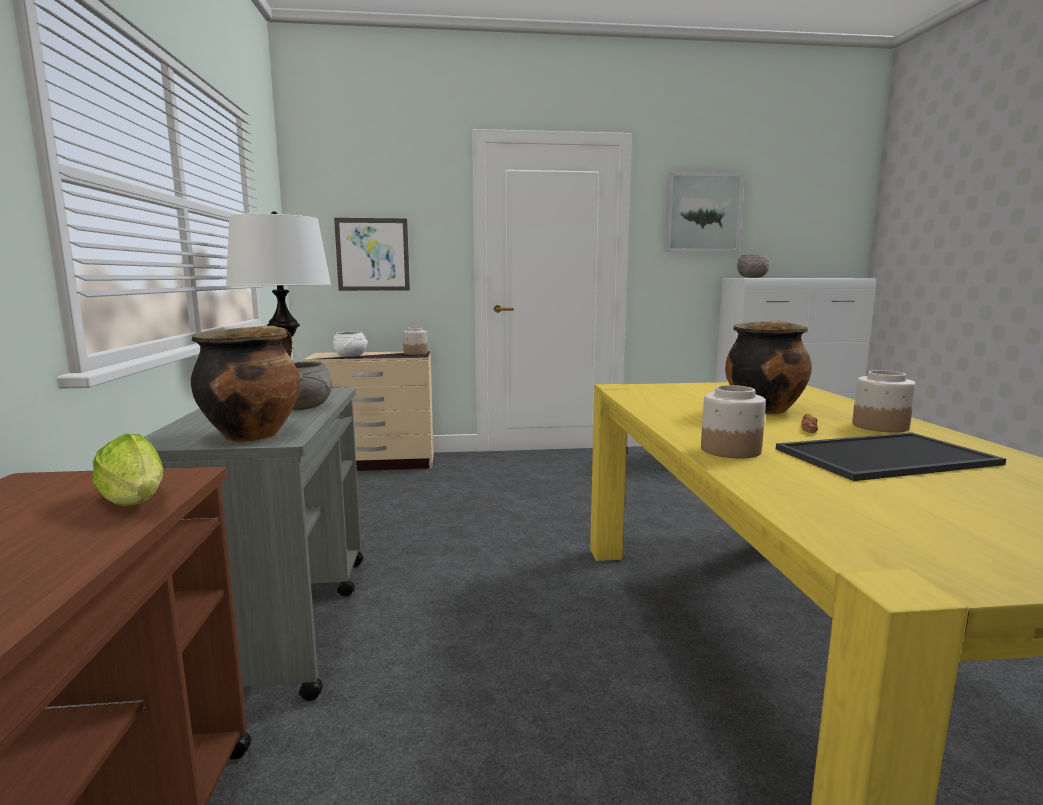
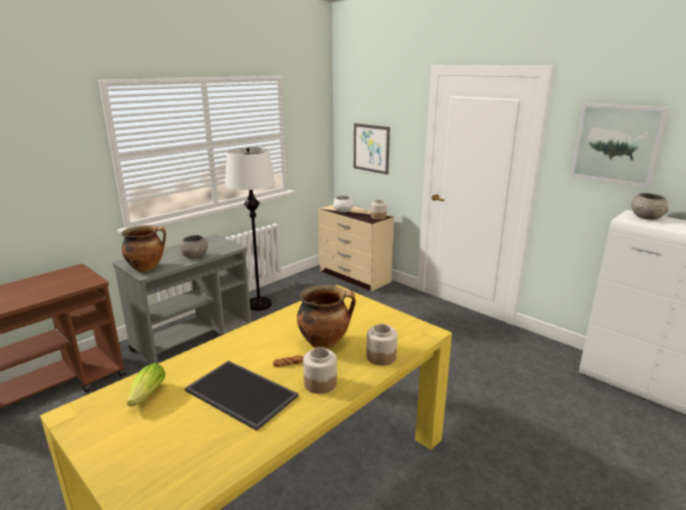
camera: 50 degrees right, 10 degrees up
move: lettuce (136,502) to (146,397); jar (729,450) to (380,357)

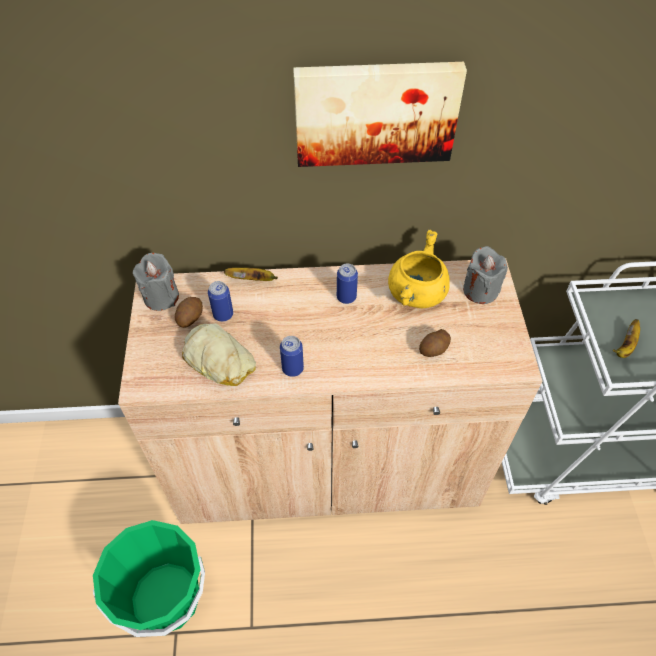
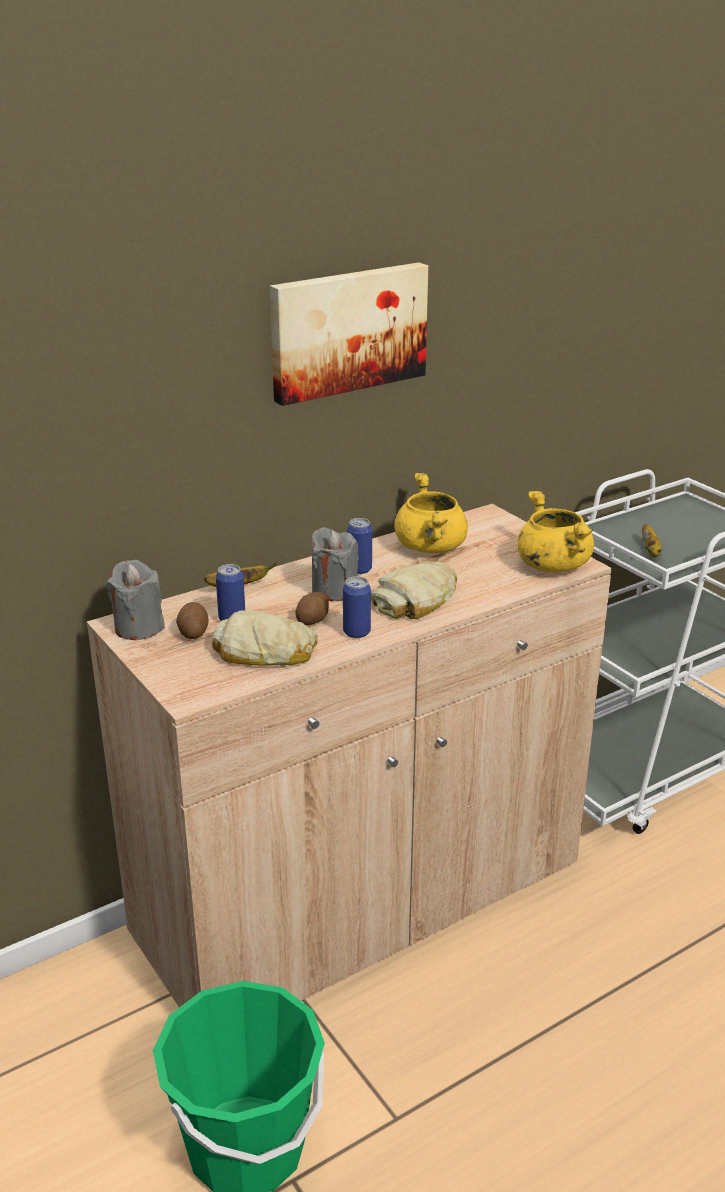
camera: 30 degrees left, 25 degrees down
insert: bread (417,600); yellow cooking pot (551,565)
move: potato (434,349) to (313,620); grey candle (480,290) to (334,590)

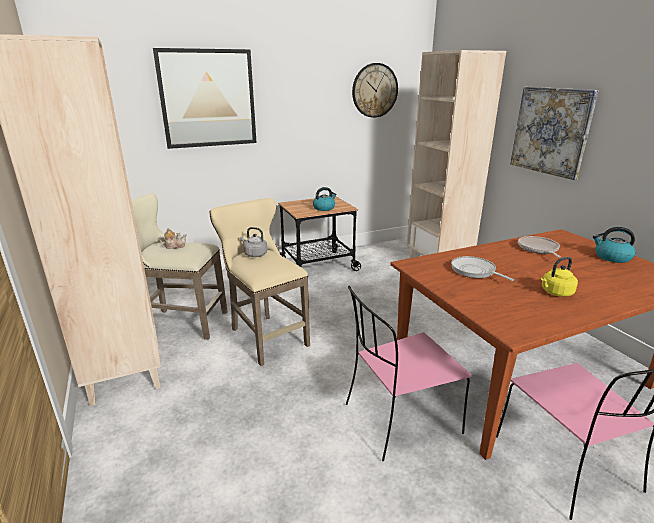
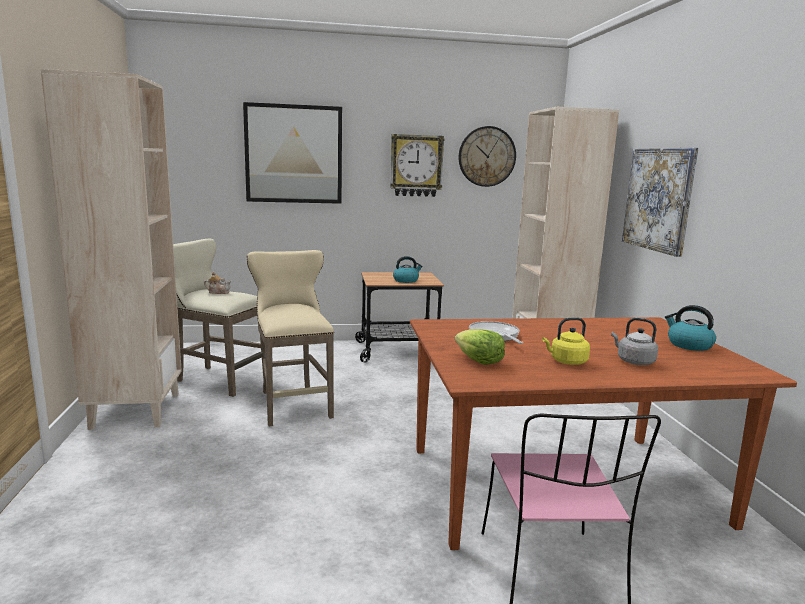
camera: 15 degrees right, 10 degrees down
delete: pink chair (399,419); frying pan (538,249)
insert: wall clock (416,165); lettuce (478,361)
move: grey kettle (254,254) to (633,361)

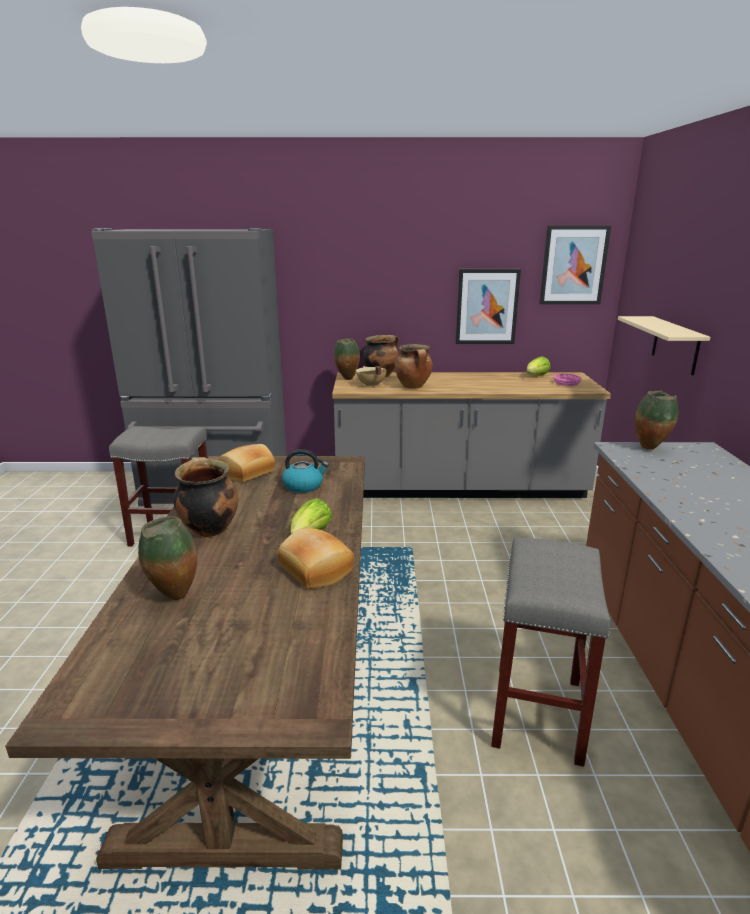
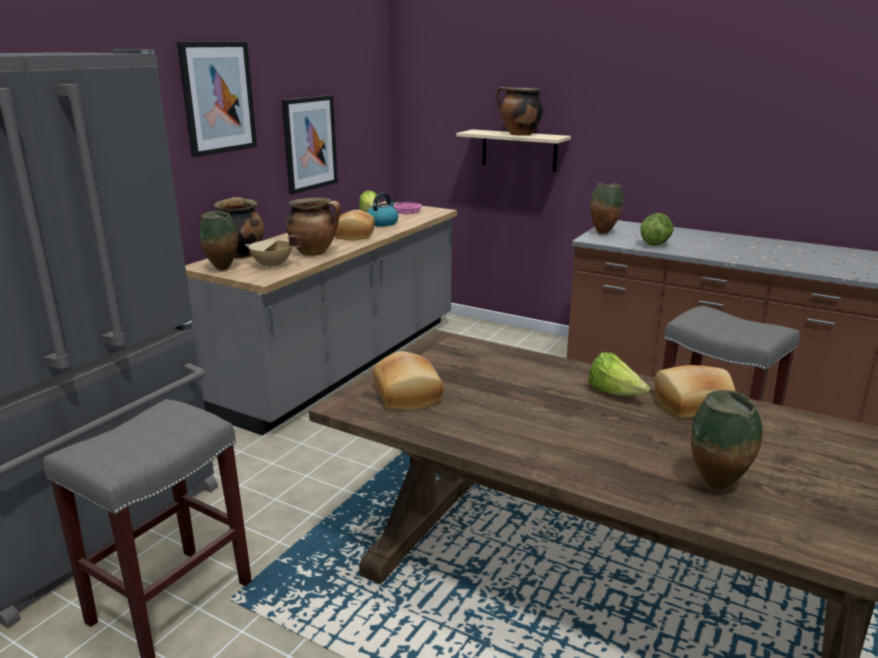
camera: 60 degrees left, 0 degrees up
insert: bread (353,235); lettuce (654,244)
move: cooking pot (209,528) to (519,134); kettle (304,485) to (382,223); picture (573,265) to (218,98)

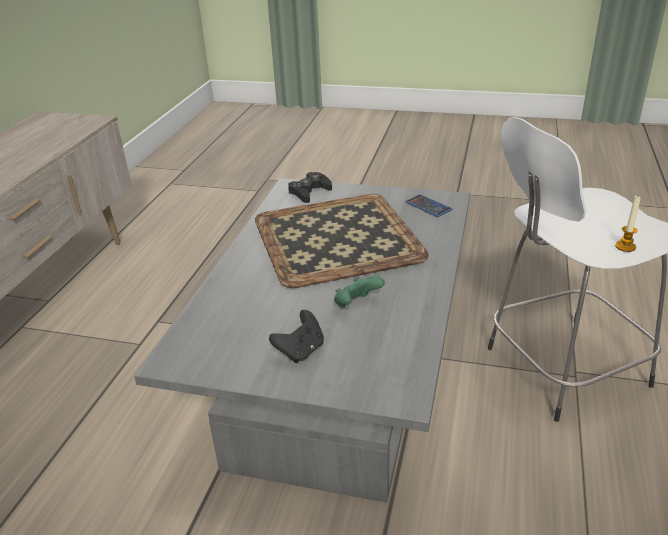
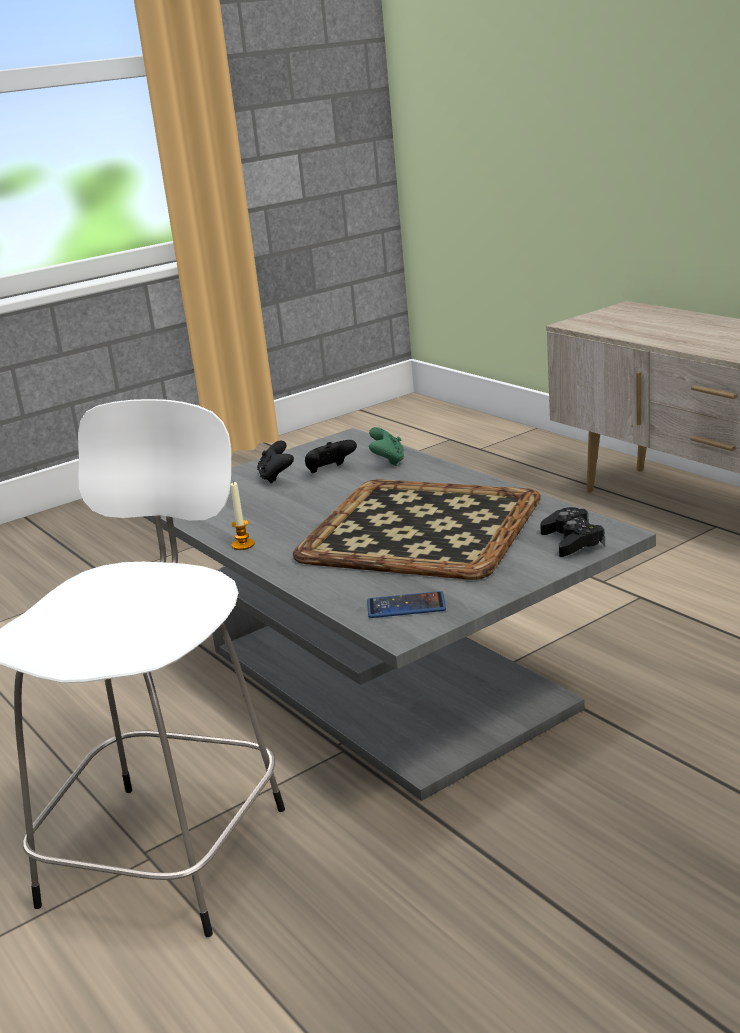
camera: 130 degrees right, 10 degrees down
insert: black game controller (329,471)
move: green game controller (356,305) to (388,461); candle (625,246) to (243,545)

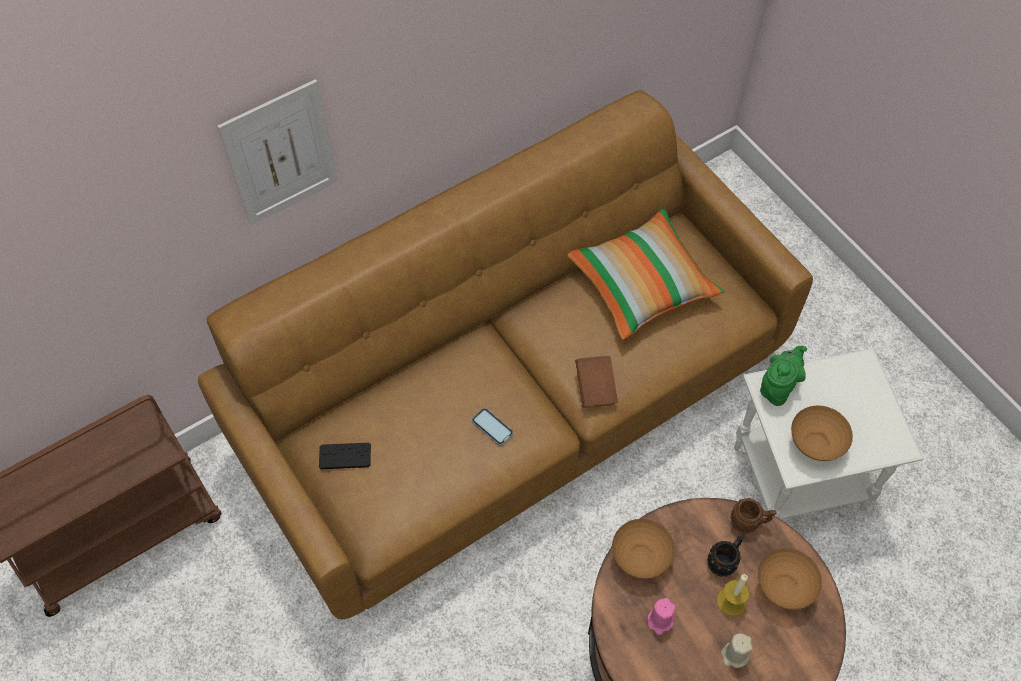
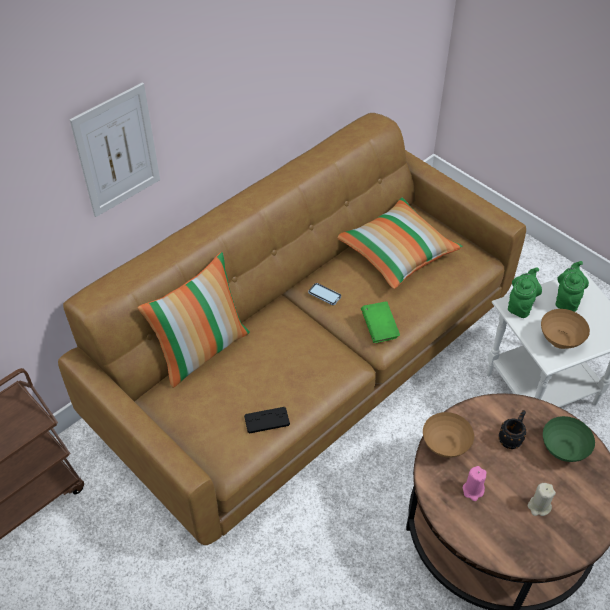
camera: 10 degrees left, 10 degrees down
delete: candle (731,601); brown mug (749,523)
insert: pillow (201,350); green teapot (567,300)
move: black game controller (345,456) to (267,420); phone (492,427) to (324,295)
recolor: brown book (595,388) to green book (379,329); brown bowl (783,587) to green bowl (562,450)

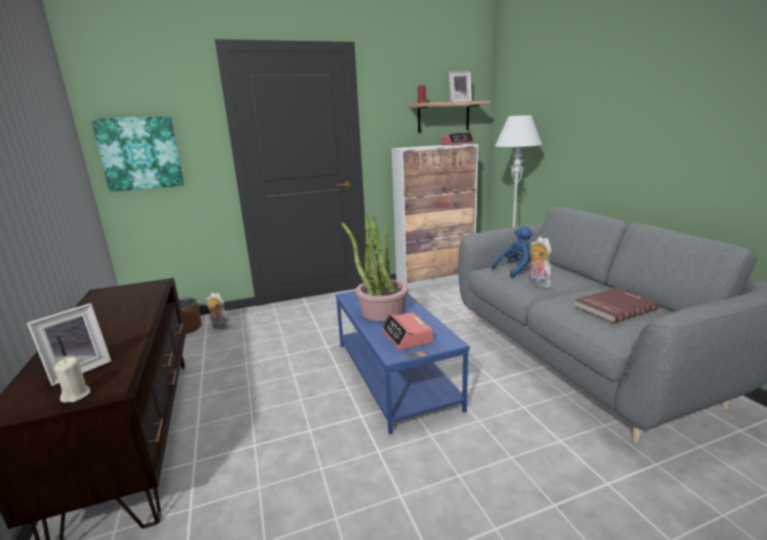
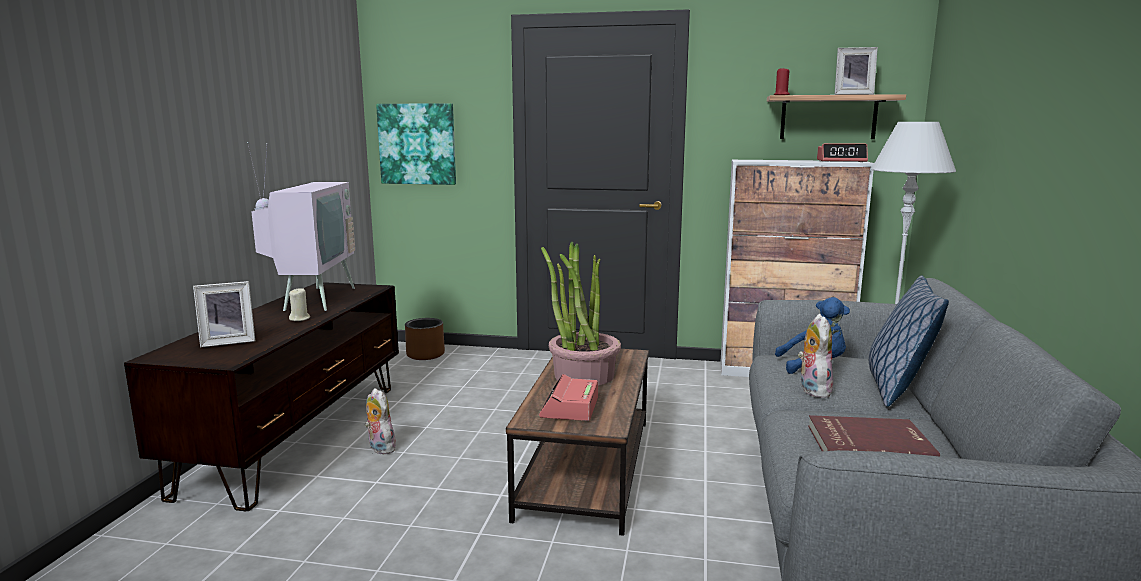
camera: 30 degrees right, 5 degrees down
insert: television (312,298); pillow (896,388)
move: beige candle (76,395) to (300,319); plush toy (220,327) to (379,448)
recolor: blue coffee table (395,374) to brown coffee table (587,467)

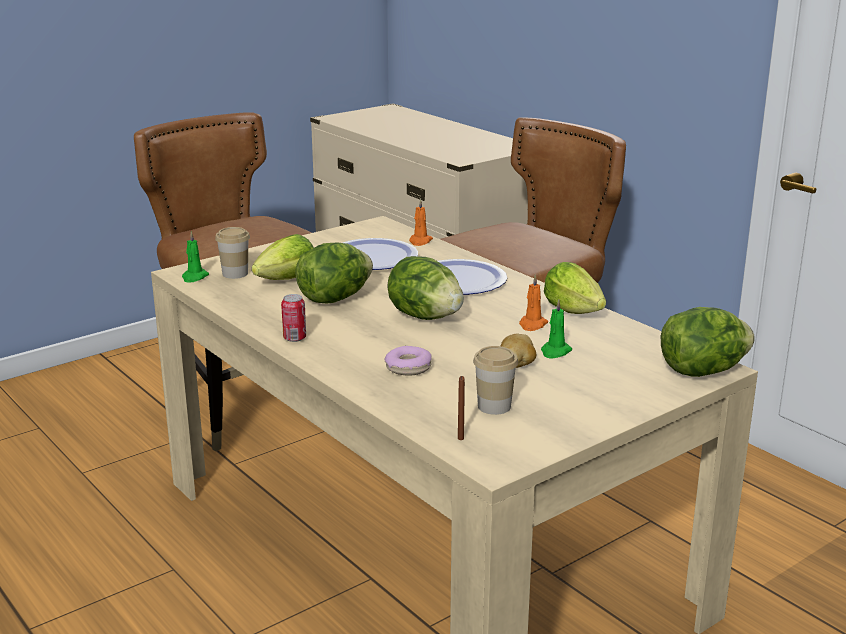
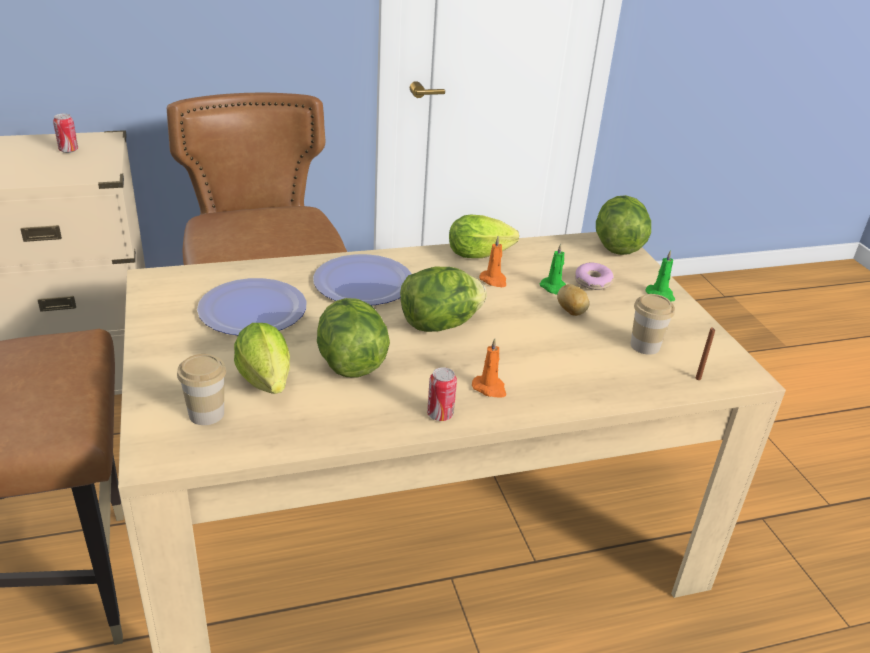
camera: 70 degrees left, 10 degrees up
insert: can (68,150)
move: green candle (194,277) to (660,295); donut (408,368) to (592,282); orange candle (420,241) to (490,388)

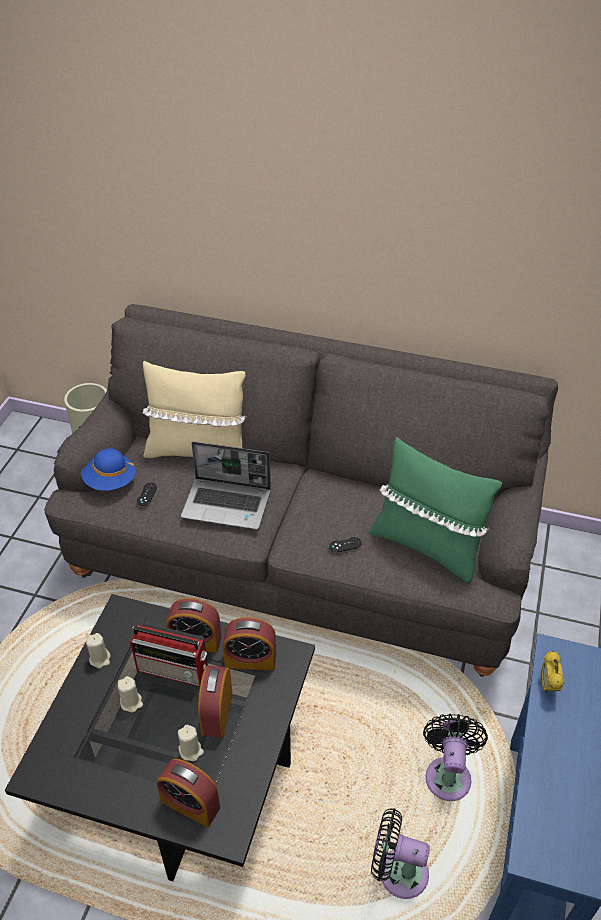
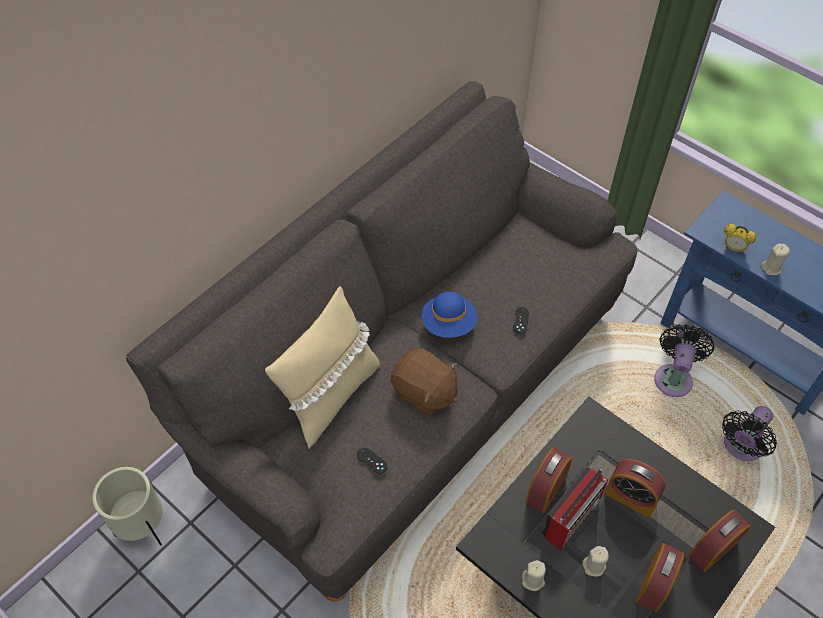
camera: 65 degrees left, 10 degrees up
delete: green pillow (426,546)
move: blue hat (110,481) to (448,324); beige candle (191,750) to (771,268); alarm clock (250,659) to (654,584)
replace: laptop (228,504) to brown plush toy (424,393)
rotate: black fan (448,774) = (674,377) 75 degrees clockwise

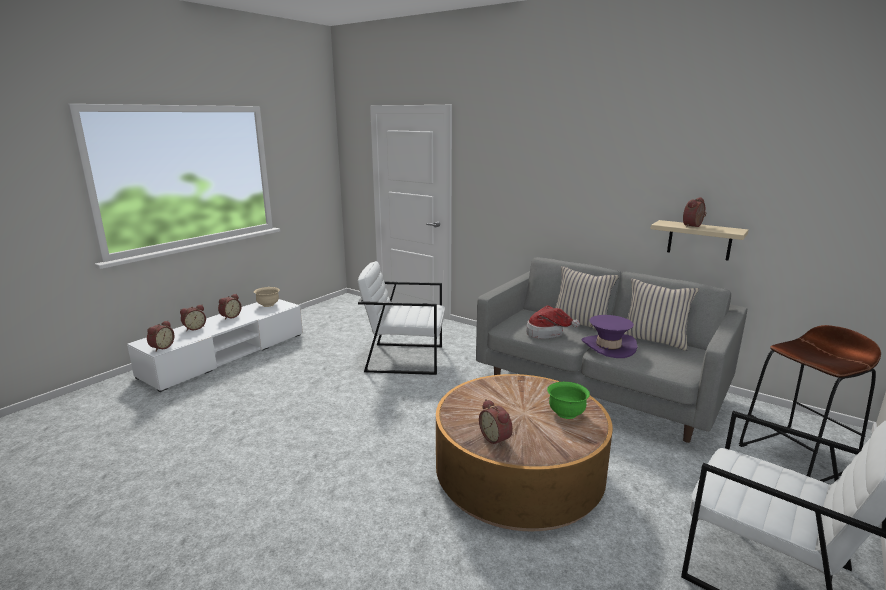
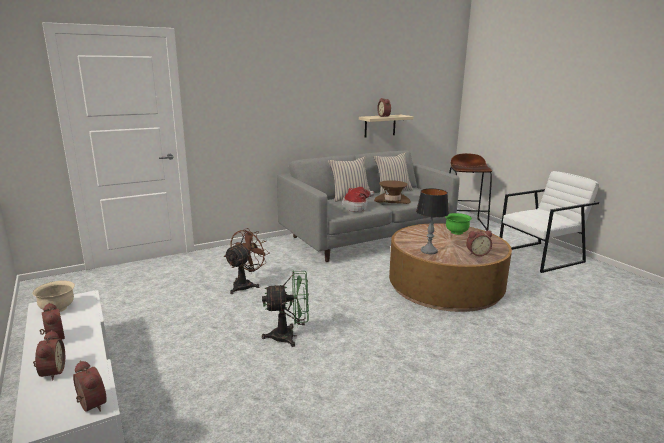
camera: 65 degrees left, 0 degrees up
insert: green fan (289,336); table lamp (429,251)
replace: white armchair (405,358) to brown fan (246,285)
recolor: purple hat (608,346) to brown hat (392,201)

